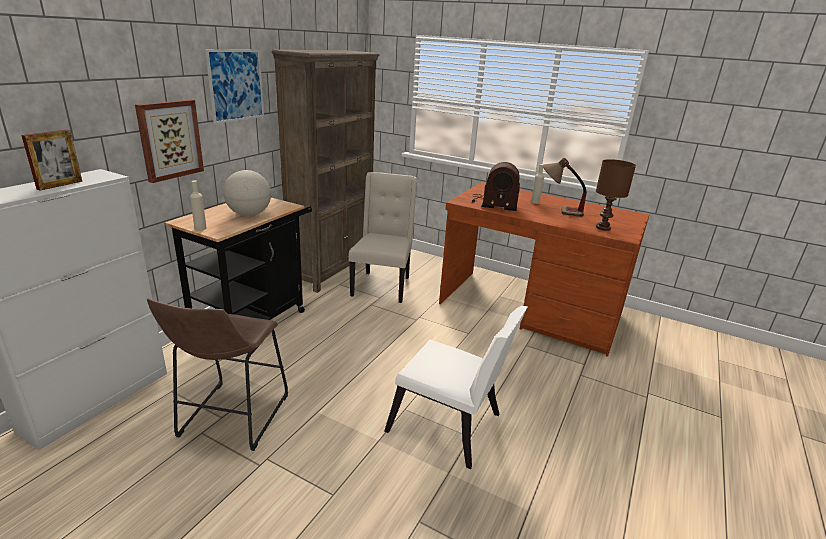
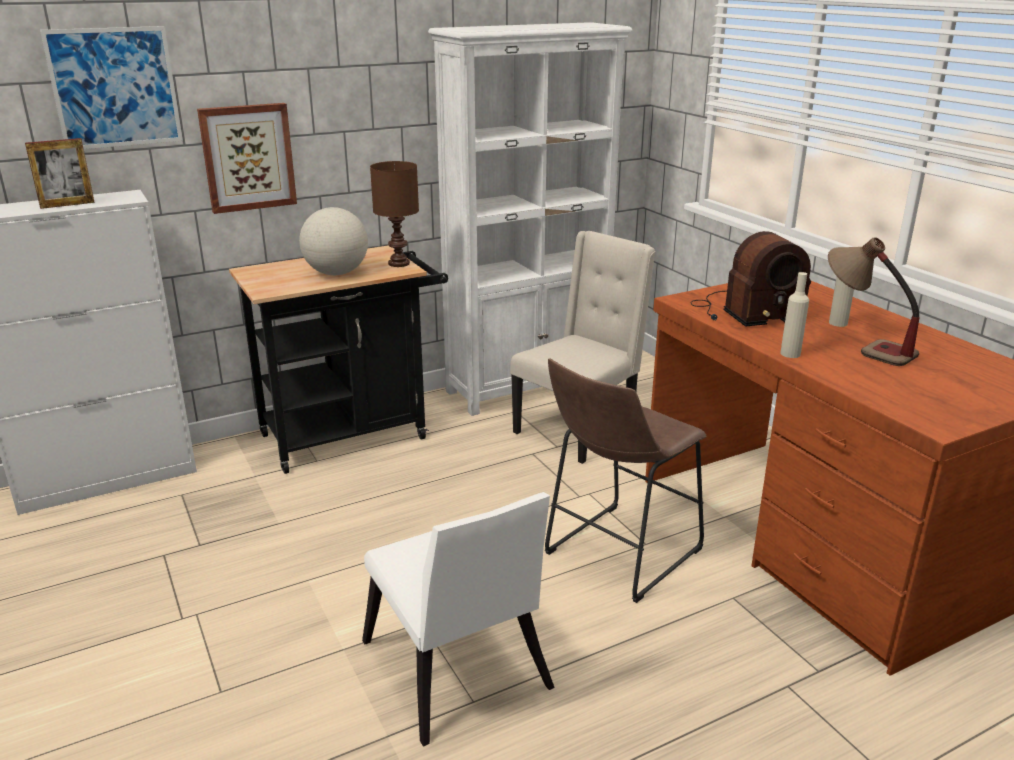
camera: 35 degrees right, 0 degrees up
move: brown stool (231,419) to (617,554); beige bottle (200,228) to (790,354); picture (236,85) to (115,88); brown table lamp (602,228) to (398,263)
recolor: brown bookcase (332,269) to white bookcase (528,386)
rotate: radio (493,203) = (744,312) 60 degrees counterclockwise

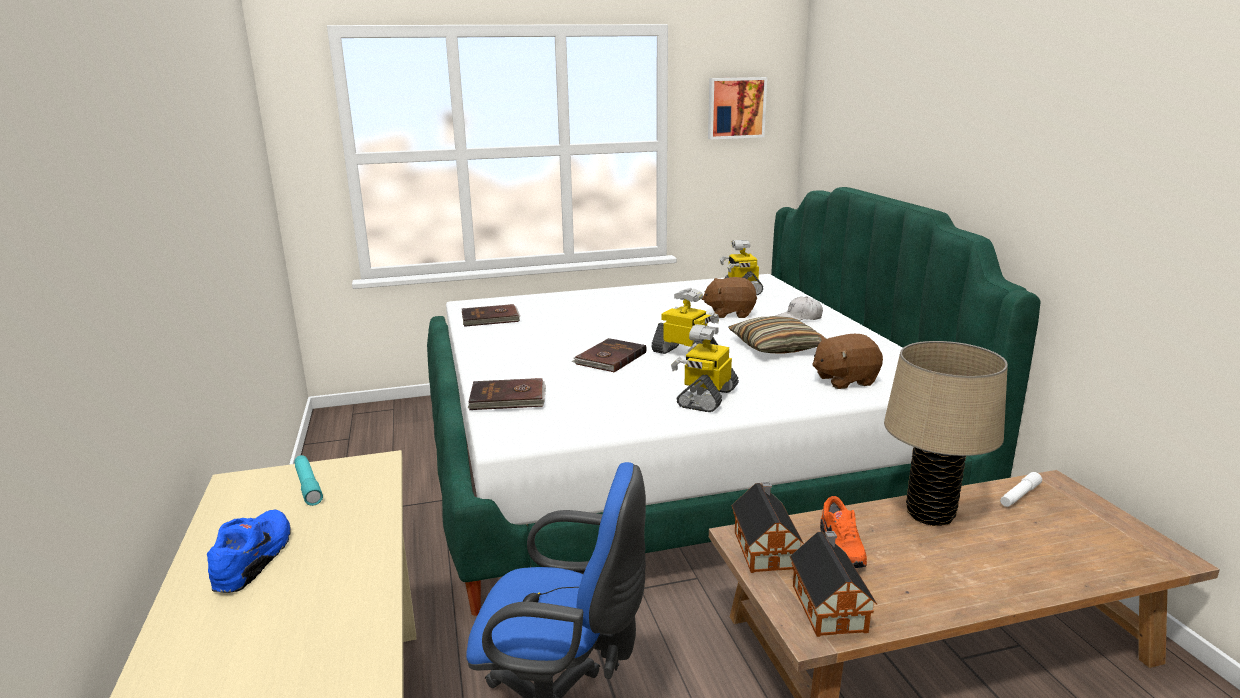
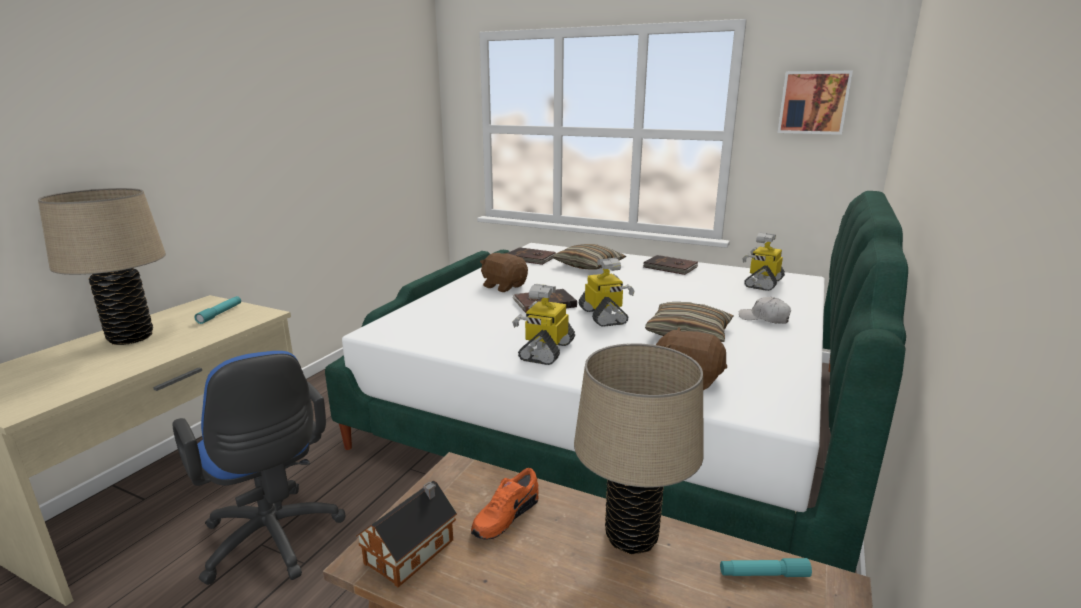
camera: 40 degrees right, 0 degrees up
delete: toy house (764,548)
insert: pillow (588,265)
move: brown book (508,398) to (670,267); brown plush toy (730,313) to (504,286)
replace: blue shoe (256,558) to beige table lamp (131,337)
recolor: white flashlight (1019,495) to turquoise flashlight (763,574)
rotate: toy robot (706,397) = (546,350) 45 degrees counterclockwise

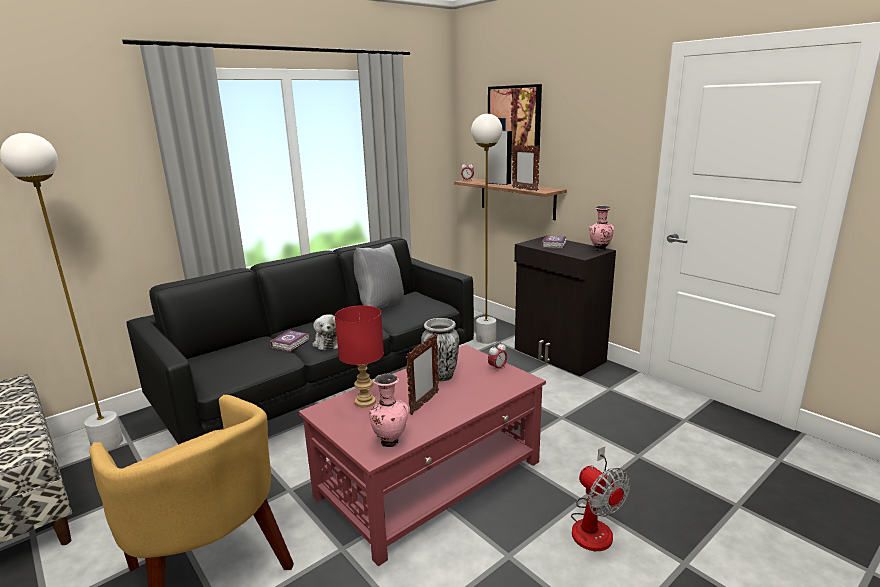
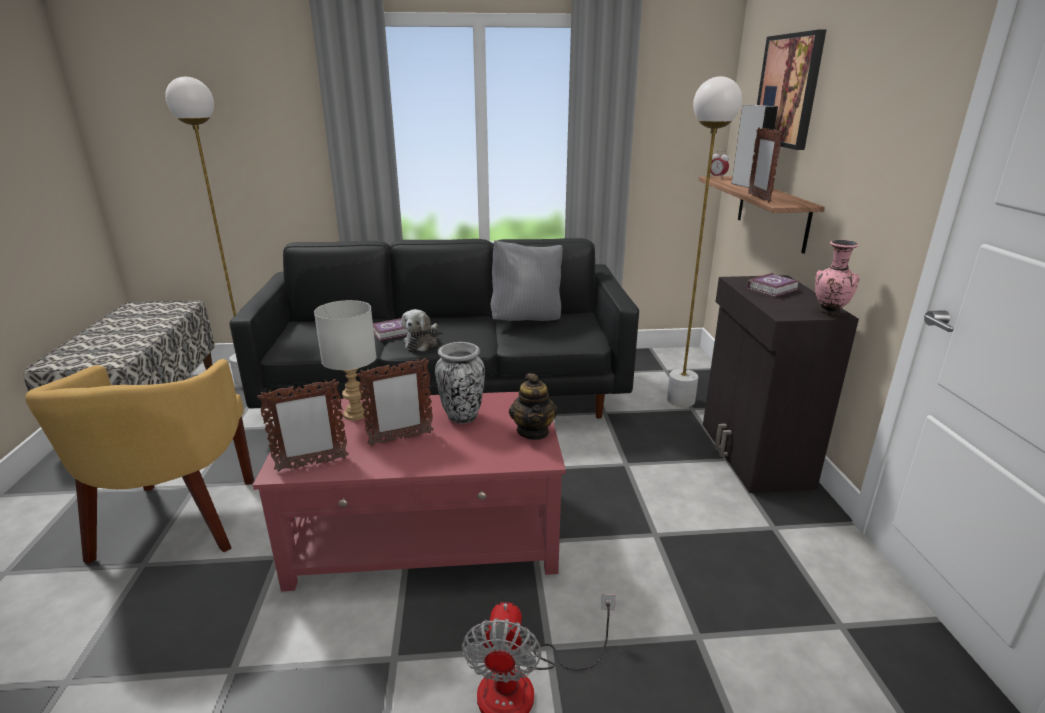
camera: 35 degrees right, 5 degrees up
replace: pink vase (390,442) to picture frame (311,464); alarm clock (497,368) to teapot (533,431)
recolor: red table lamp (364,401) to grey table lamp (356,414)

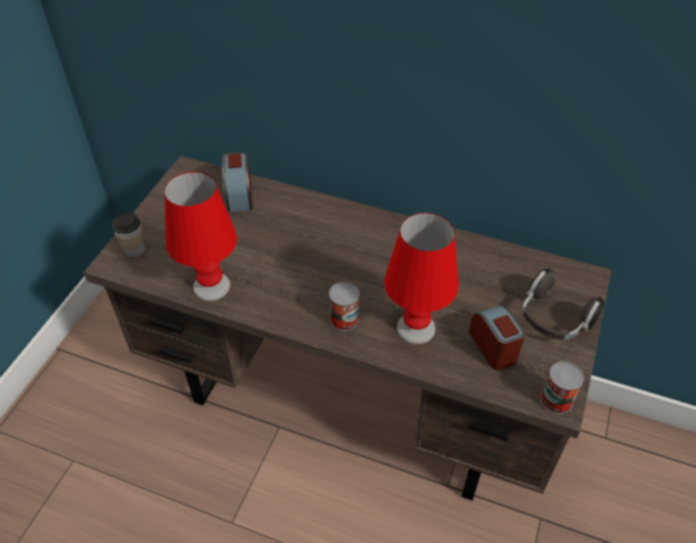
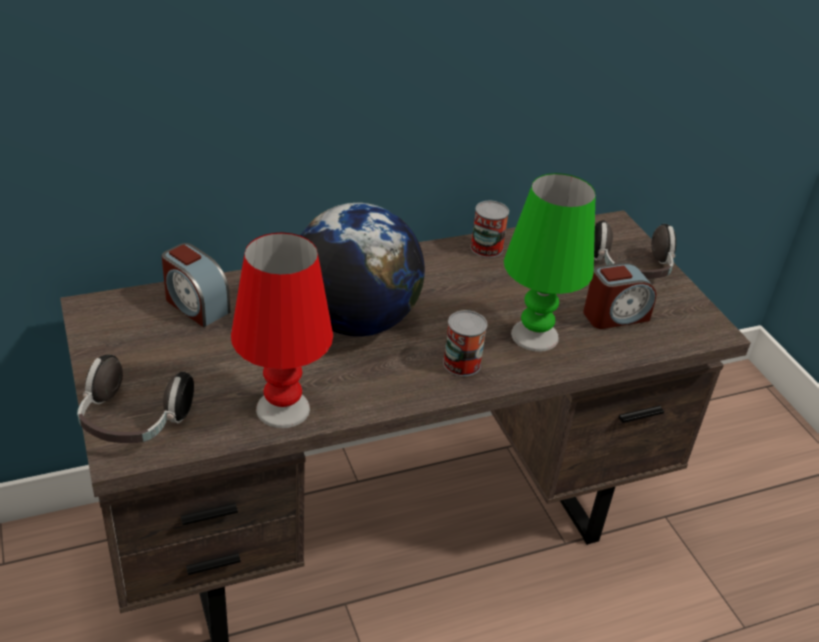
camera: 45 degrees left, 10 degrees down
insert: globe (355,321)
move: can (556,399) to (486,248)
replace: cup (134,249) to headphones (133,422)
recolor: red table lamp (416,328) to green table lamp (535,336)
rotate: alarm clock (494,347) = (615,315) 135 degrees clockwise

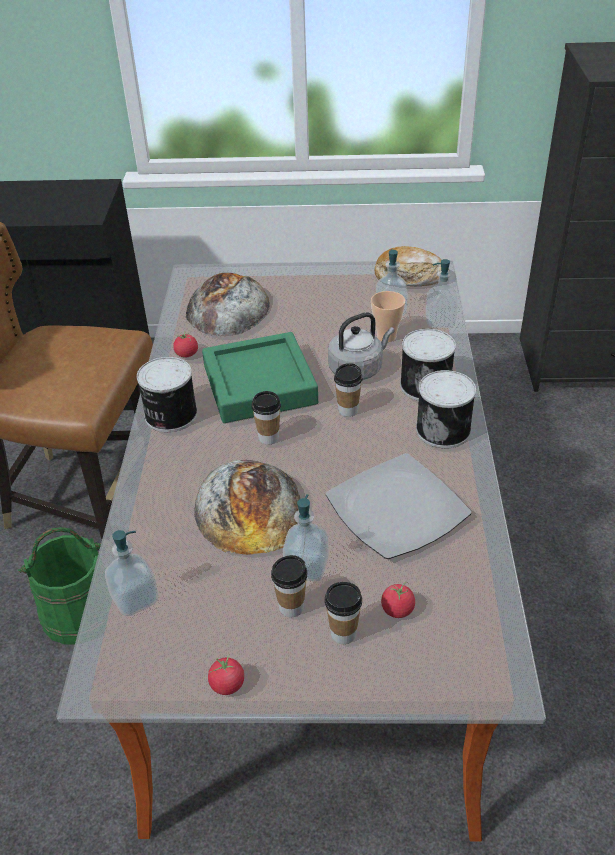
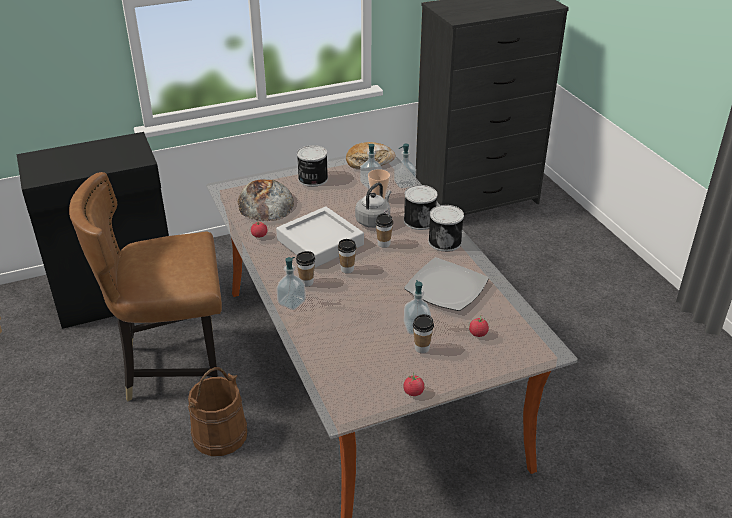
camera: 25 degrees left, 5 degrees down
delete: bread (248,506)
move: soap dispenser (135,599) to (291,302); can (169,415) to (312,179); cup (343,633) to (306,282)
recolor: green bucket (79,612) to brown bucket (219,434); green tray (259,385) to grey tray (320,242)

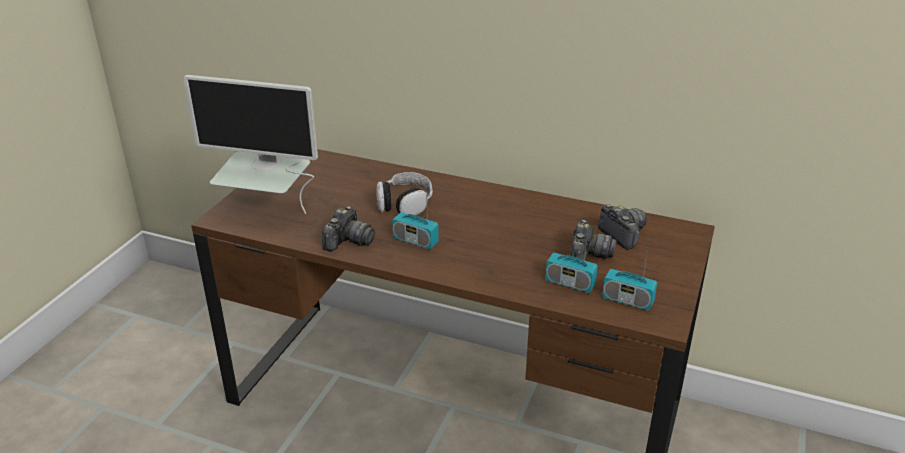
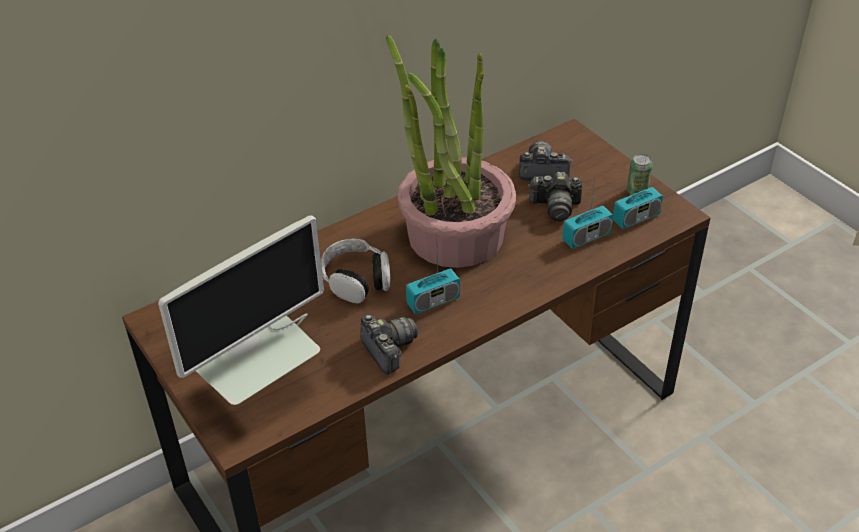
camera: 55 degrees left, 10 degrees up
insert: potted plant (454,234); can (637,191)
rotate: photo camera (587,255) = (555,207) 135 degrees clockwise

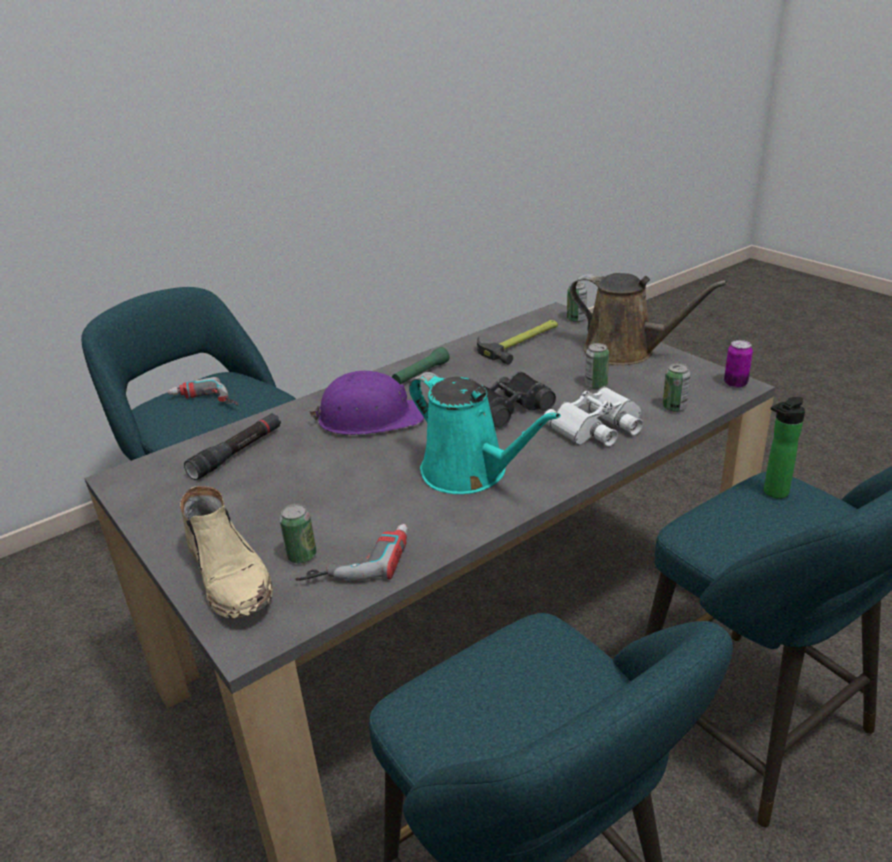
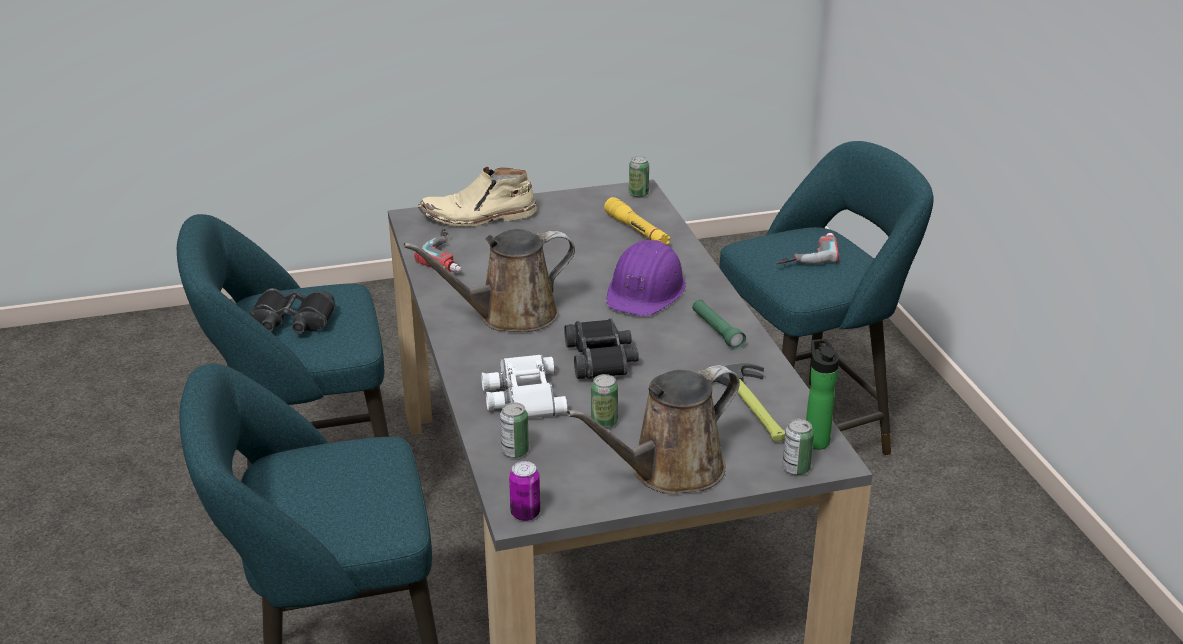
camera: 110 degrees right, 0 degrees up
insert: black binoculars (292,322)
move: can (302,556) to (638,194); bottle (773,493) to (815,440)
recolor: black flashlight (237,453) to yellow flashlight (637,231); turquoise watering can (470,473) to brown watering can (510,316)

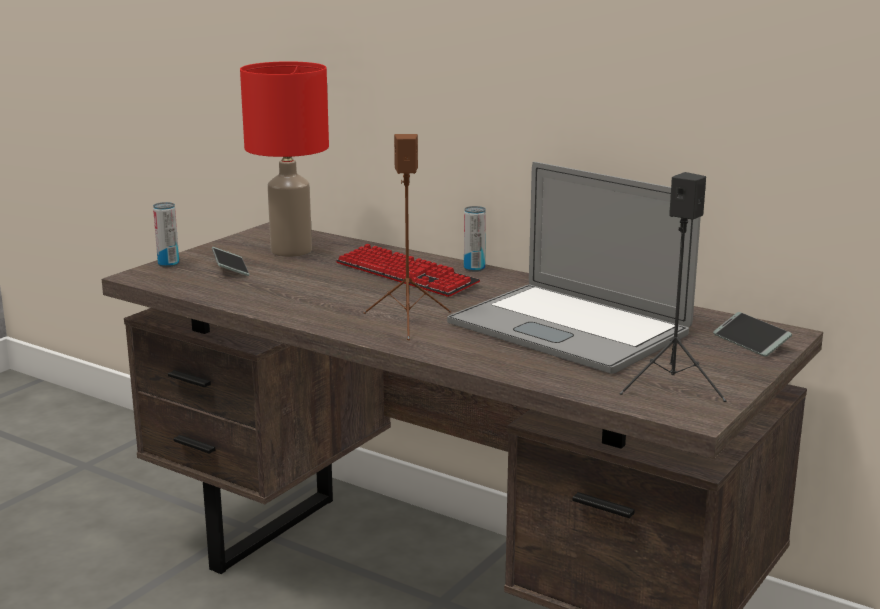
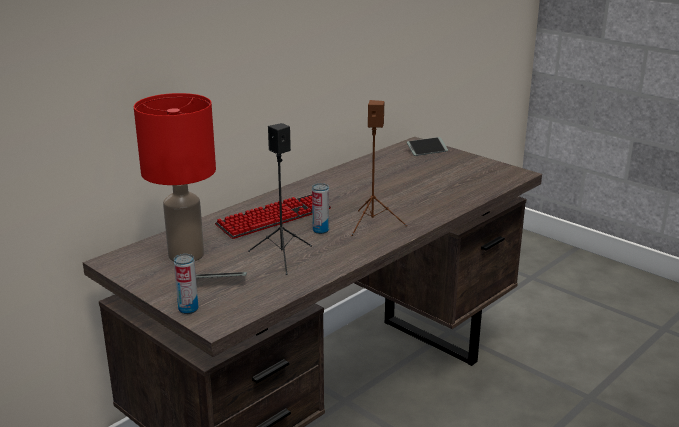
camera: 80 degrees left, 5 degrees up
delete: laptop (568,328)
move: can (474,268) to (320,230); black speaker (671,386) to (282,257)

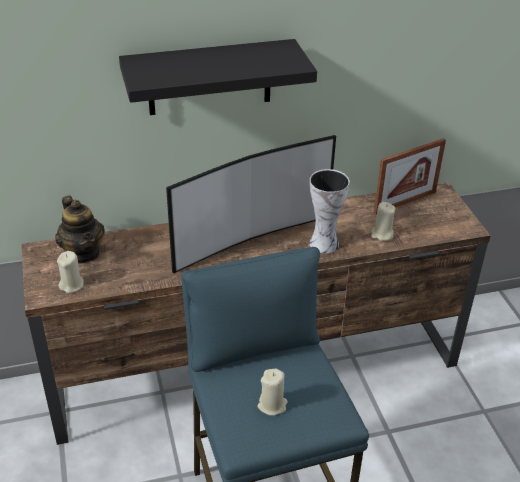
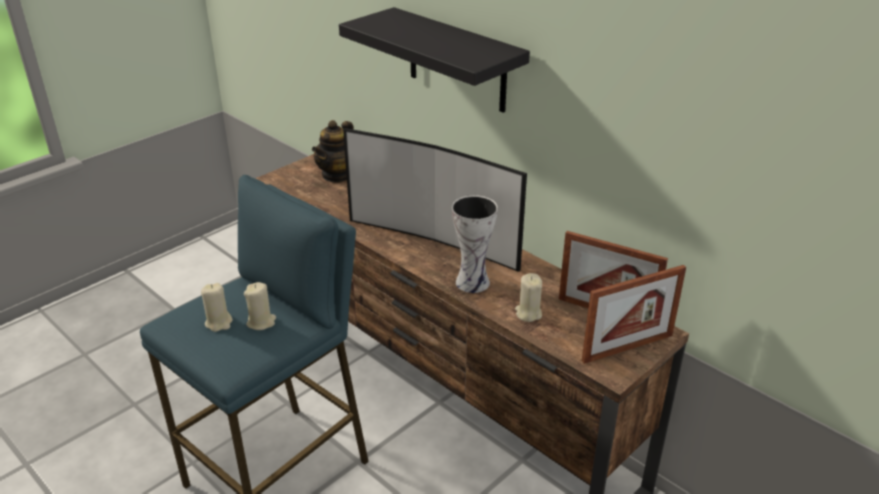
camera: 60 degrees right, 5 degrees down
insert: picture frame (627,348)
move: beige candle (72,285) to (261,322)

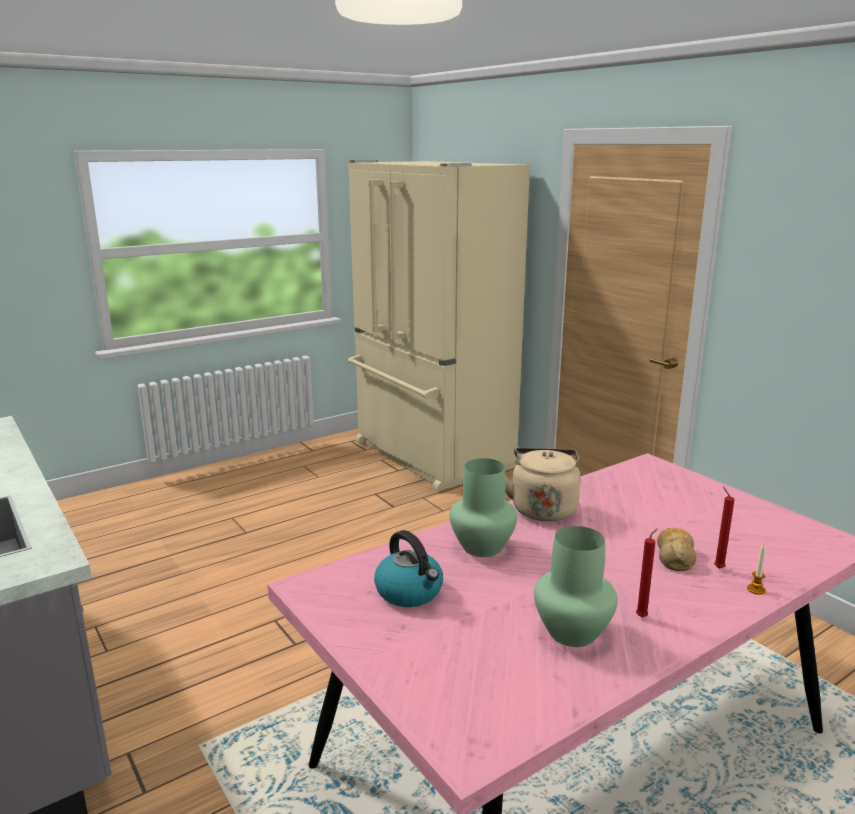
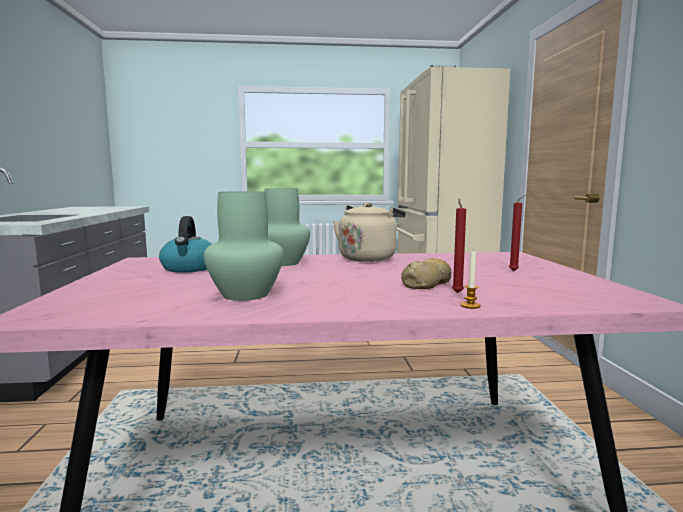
camera: 30 degrees right, 10 degrees down
move: red candle (642,616) to (515,271)

